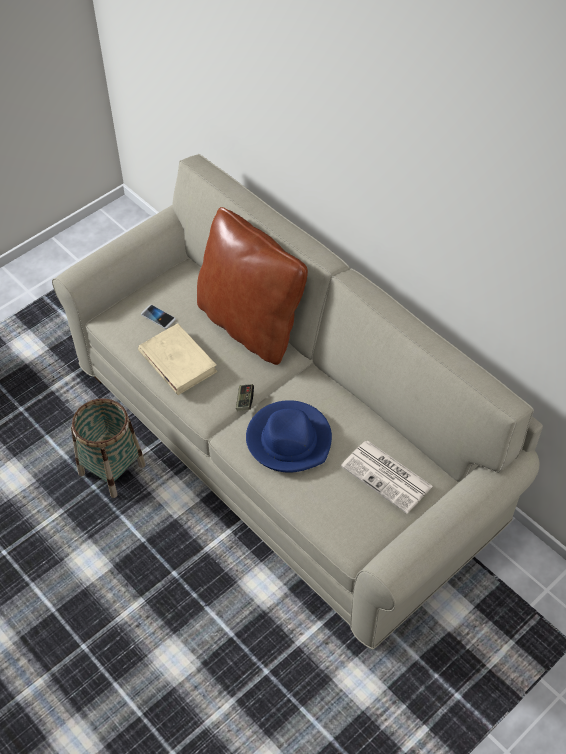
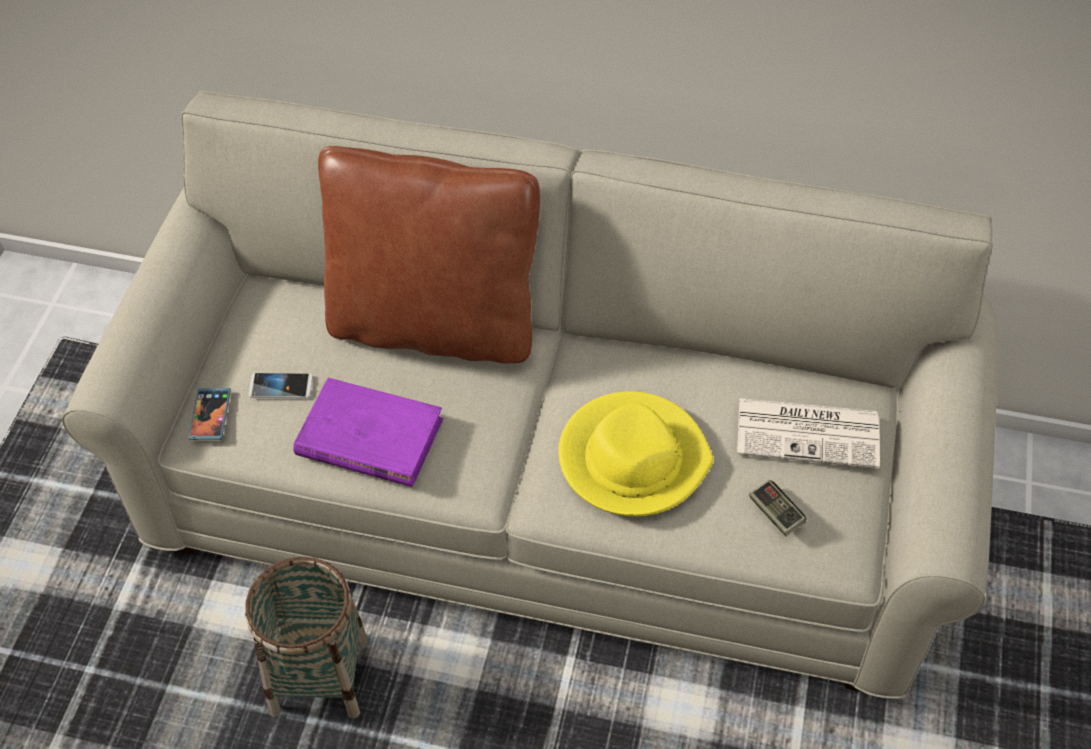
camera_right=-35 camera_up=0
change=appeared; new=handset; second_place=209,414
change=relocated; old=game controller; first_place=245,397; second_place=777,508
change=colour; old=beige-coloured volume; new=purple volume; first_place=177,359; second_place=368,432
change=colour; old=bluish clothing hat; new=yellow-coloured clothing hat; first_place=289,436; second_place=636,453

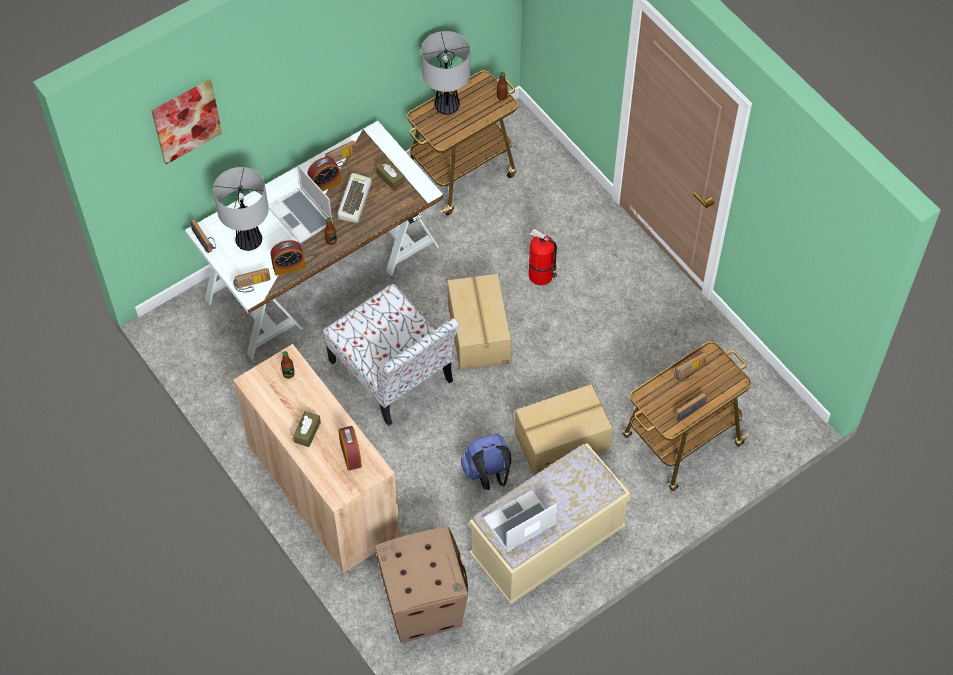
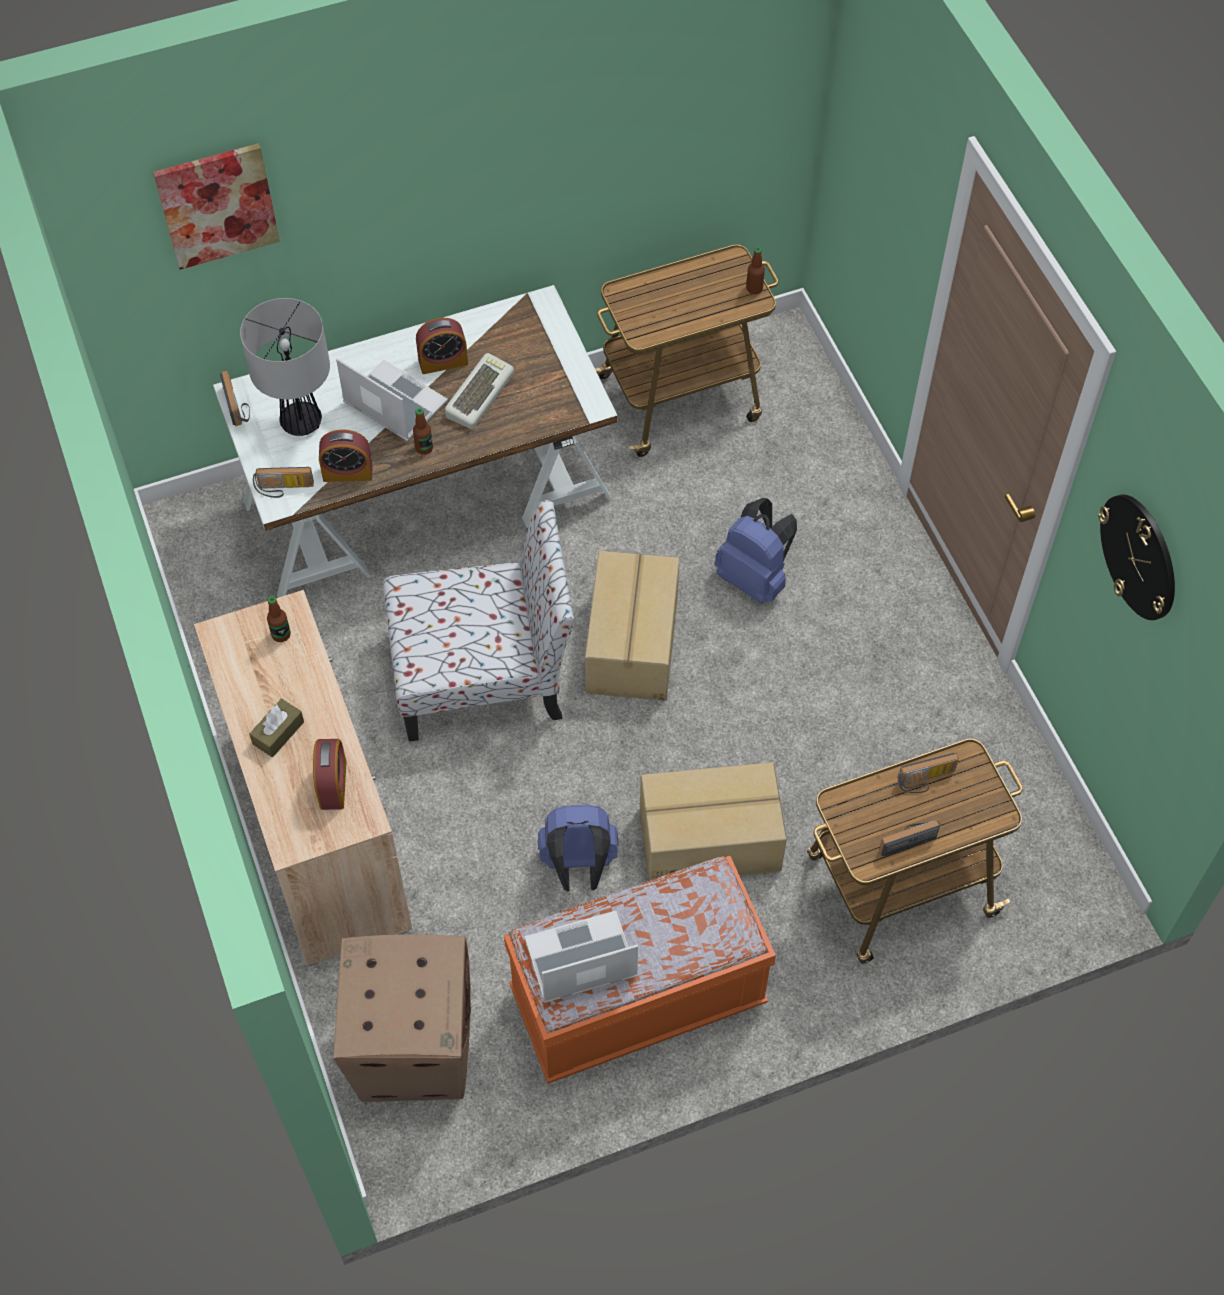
camera_right=15 camera_up=0
change=missing; old=radio; first_place=340,154
change=missing; old=brownish box of tissues; first_place=390,174
change=missing; old=table lamp; first_place=446,73
change=appeared; new=wall clock; second_place=1136,557
change=exchanged; old=extinguisher; new=bluish knapsack; first_place=543,257; second_place=756,551
change=colour; old=beige-coloured long seat; new=orangey long seat; first_place=550,523; second_place=640,970
change=spun; old=portable computer; first_place=301,204; second_place=392,399; degrees=150
change=spun; old=chair; first_place=390,355; second_place=479,620; degrees=-75

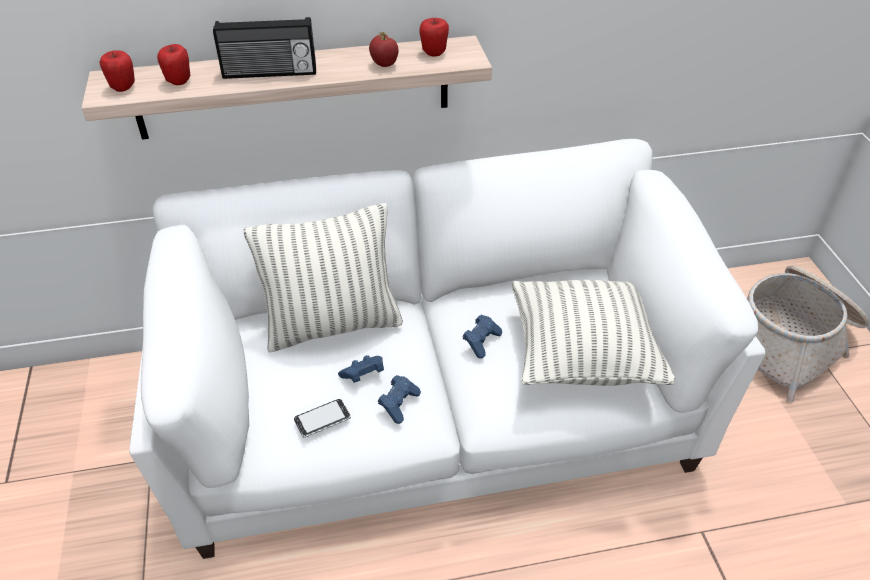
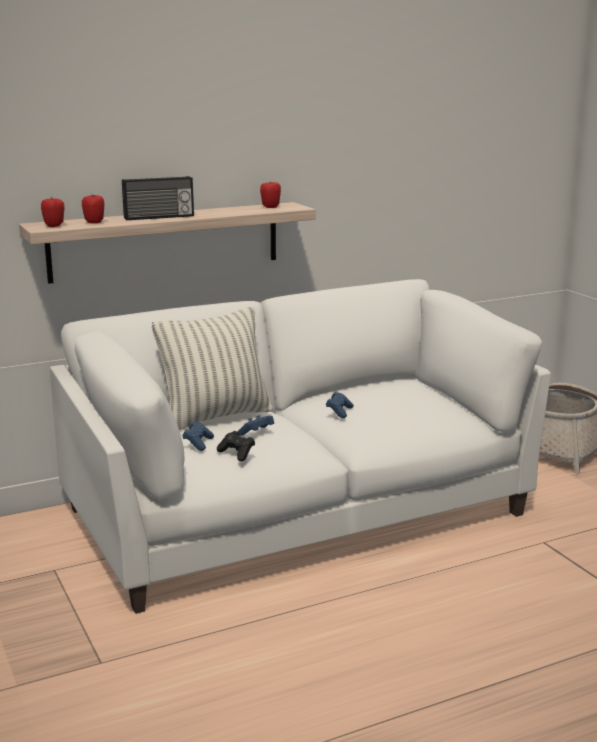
camera_right=-15 camera_up=-25
change=missing; old=whole apple; first_place=384,49
change=missing; old=cushion; first_place=593,333
change=relocated; old=bluish game controller; first_place=399,399; second_place=198,436
change=exchanged; old=handset; new=black-coloured game controller; first_place=322,418; second_place=236,446

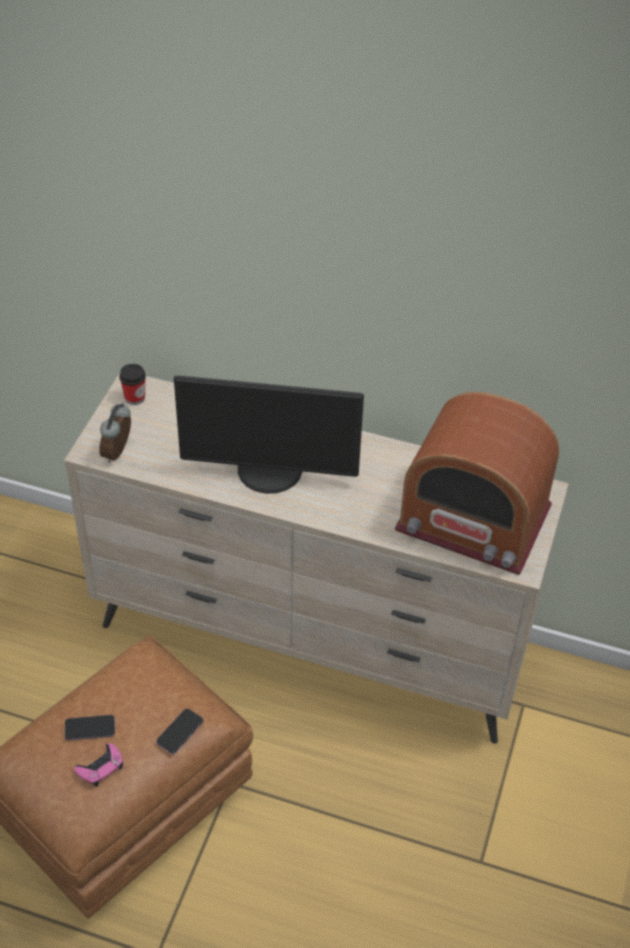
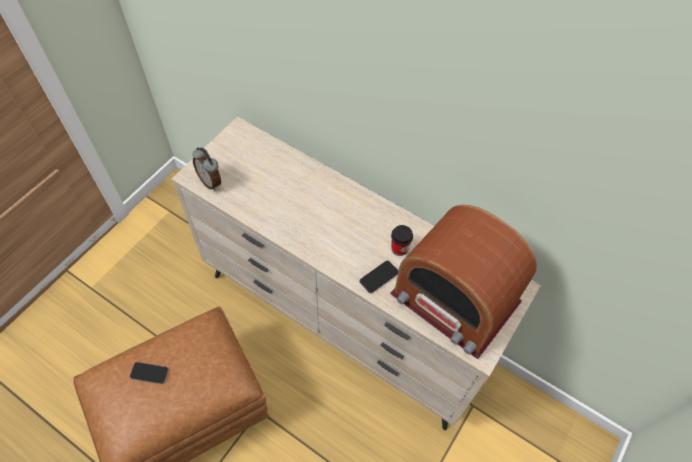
camera_right=15 camera_up=10
change=missing; old=pink game controller; first_place=98,765
change=missing; old=monitor; first_place=269,435
change=relocated; old=small cup; first_place=132,384; second_place=402,240
change=relocated; old=handset; first_place=179,731; second_place=379,277
change=spun; old=table clock; first_place=115,433; second_place=206,168; degrees=-75

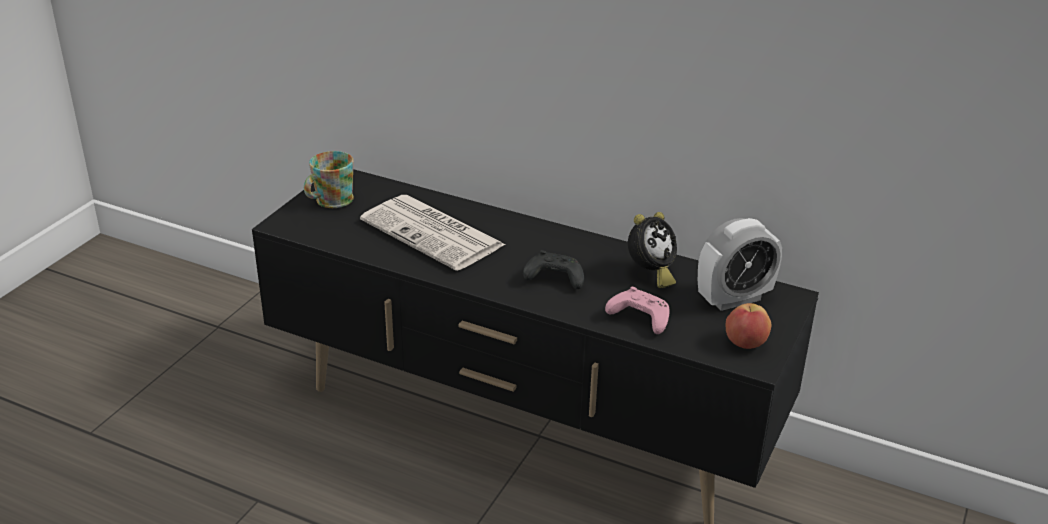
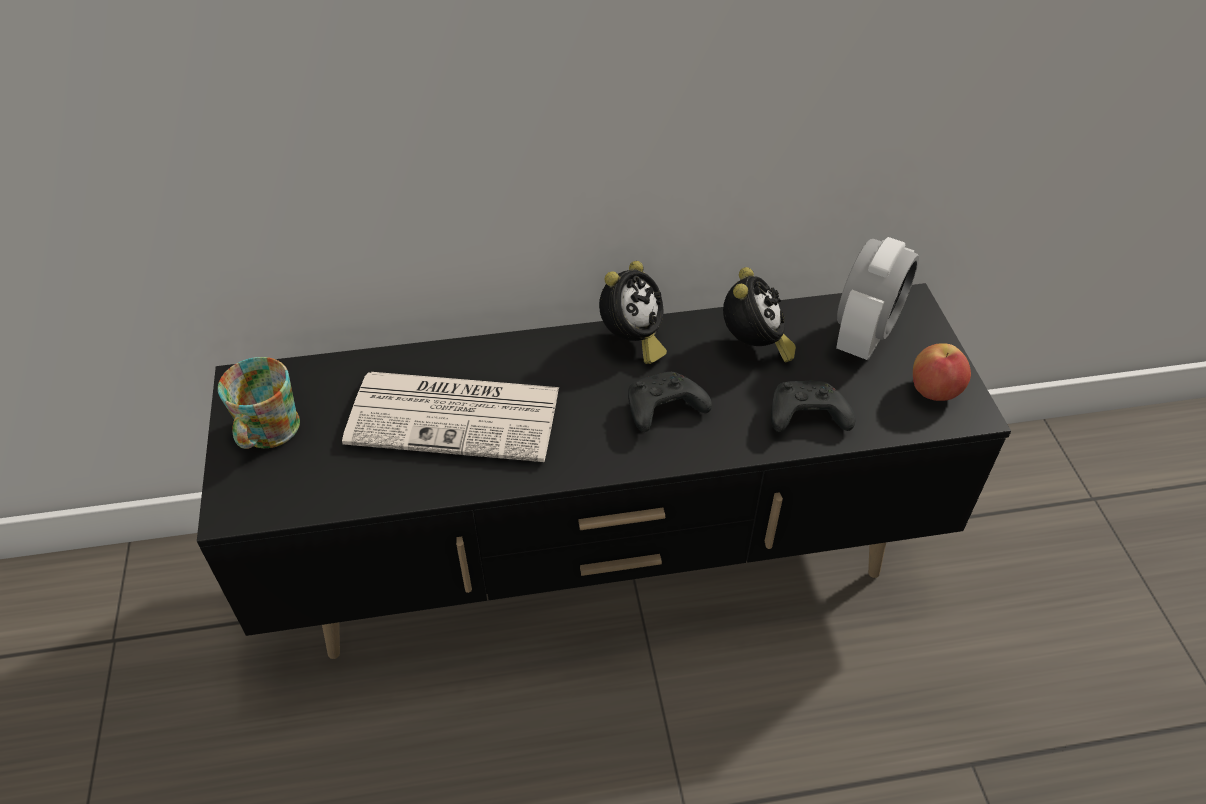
camera_right=-35 camera_up=15
change=appeared; new=table clock; second_place=633,312
change=colour; old=pink game controller; new=black-coloured game controller; first_place=637,310; second_place=813,406

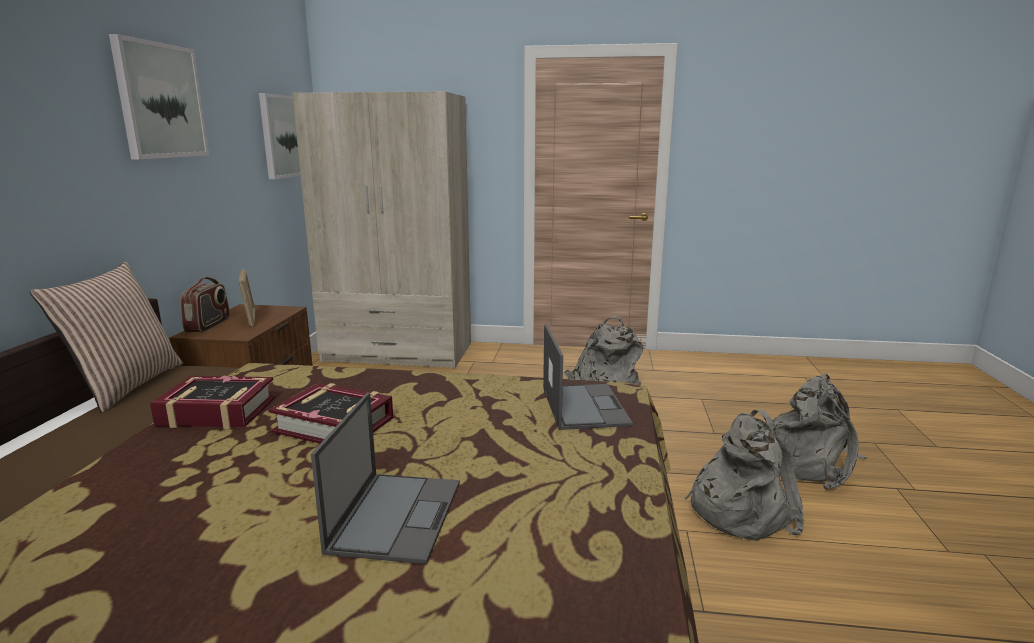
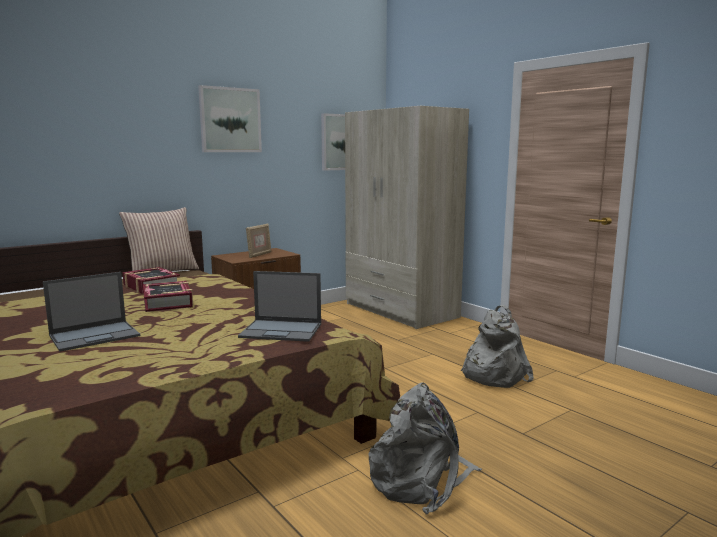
camera_right=45 camera_up=-5
change=missing; old=radio; first_place=205,304
change=missing; old=gray knapsack; first_place=820,431
change=spun; old=portable computer; first_place=588,377; second_place=279,306; degrees=60

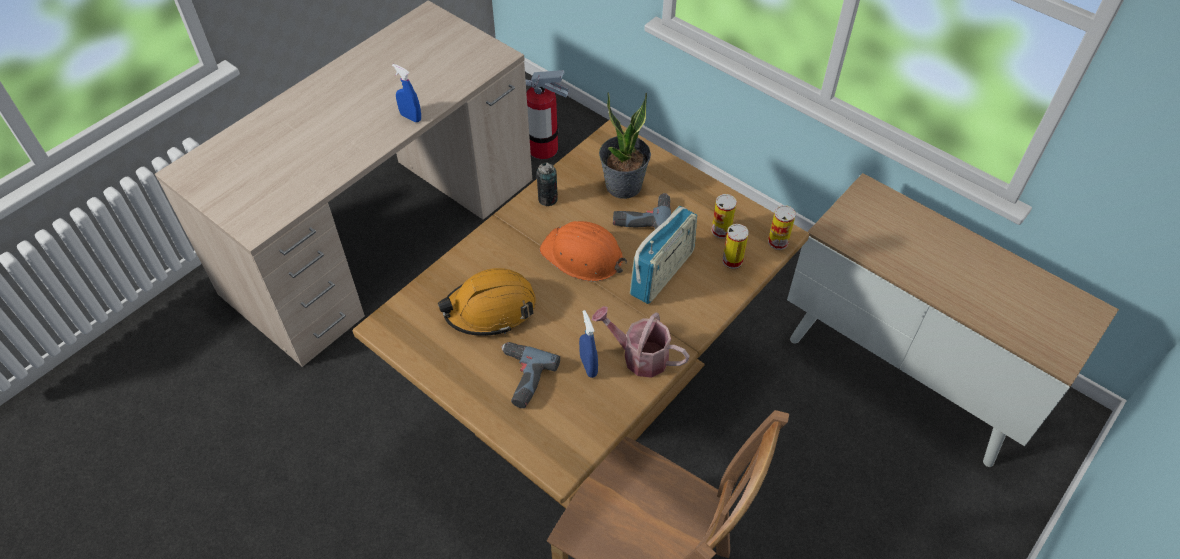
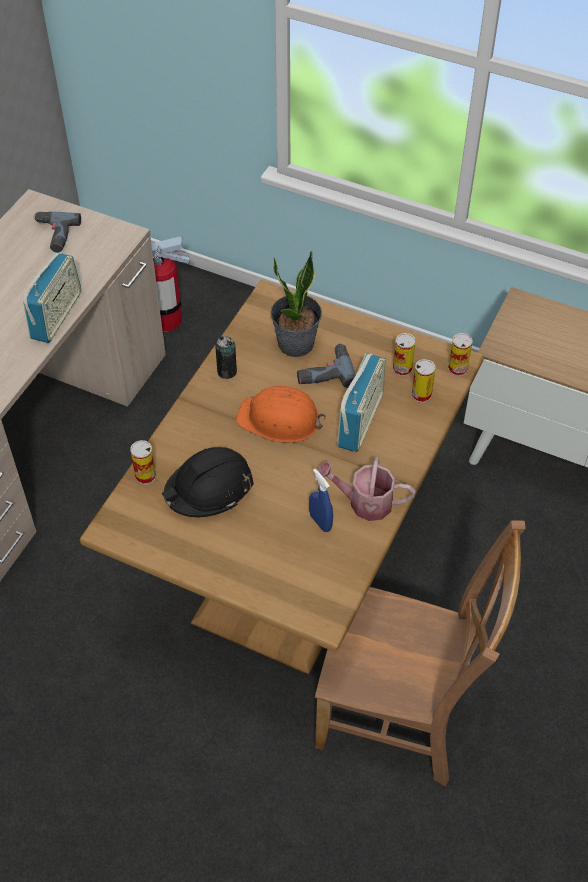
camera_right=-15 camera_up=0
change=appeared; new=metal can; second_place=143,462
change=relocated; old=power drill; first_place=530,375; second_place=57,232
change=exchanged; old=bluish spray bottle; new=radio; first_place=406,93; second_place=52,297
change=colour; old=orangey safety helmet; new=black-coloured safety helmet; first_place=487,302; second_place=208,482

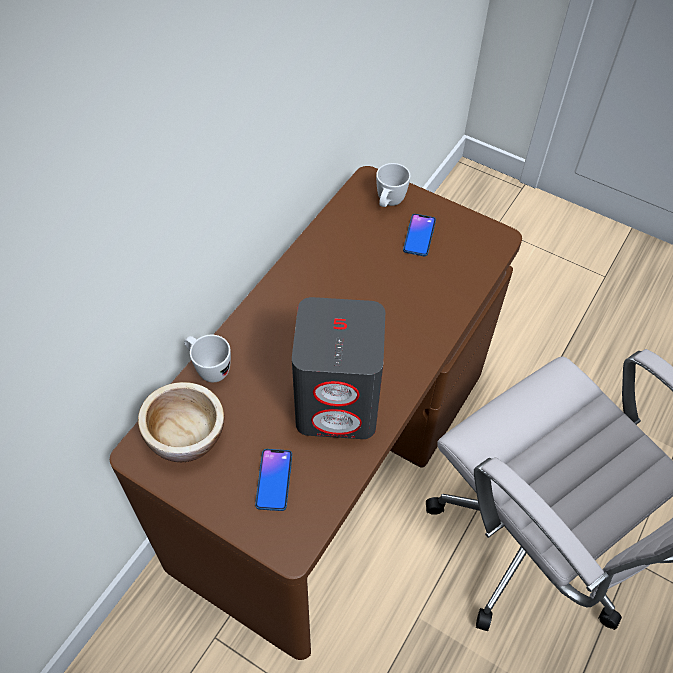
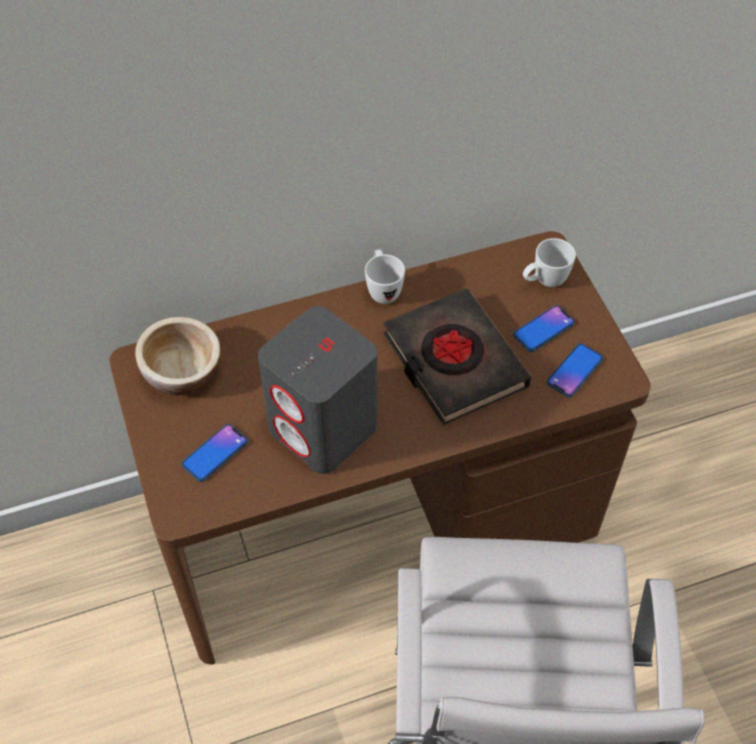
camera_right=40 camera_up=0
change=appeared; new=black-coloured volume; second_place=457,356
change=appeared; new=handset; second_place=575,370
change=relocated; old=white-coloured mug; first_place=207,358; second_place=385,276

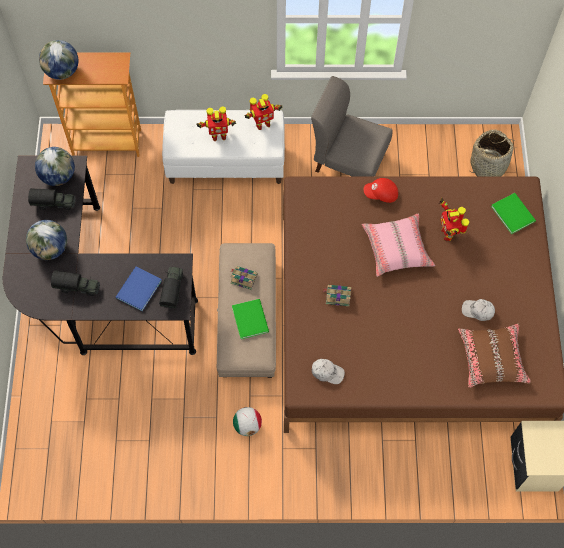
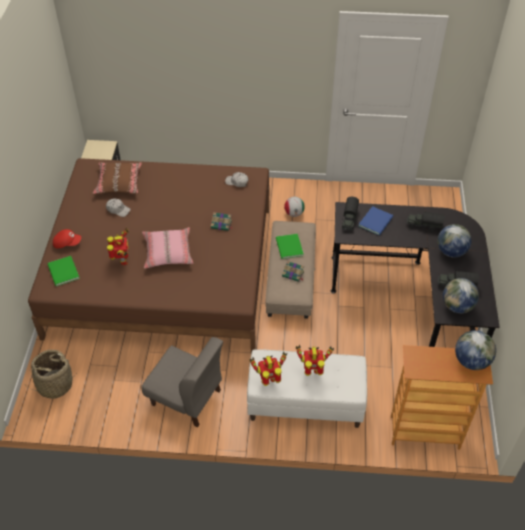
camera_right=-175 camera_up=-15
change=relocated; old=red-coloured cap; first_place=381,190; second_place=67,238

